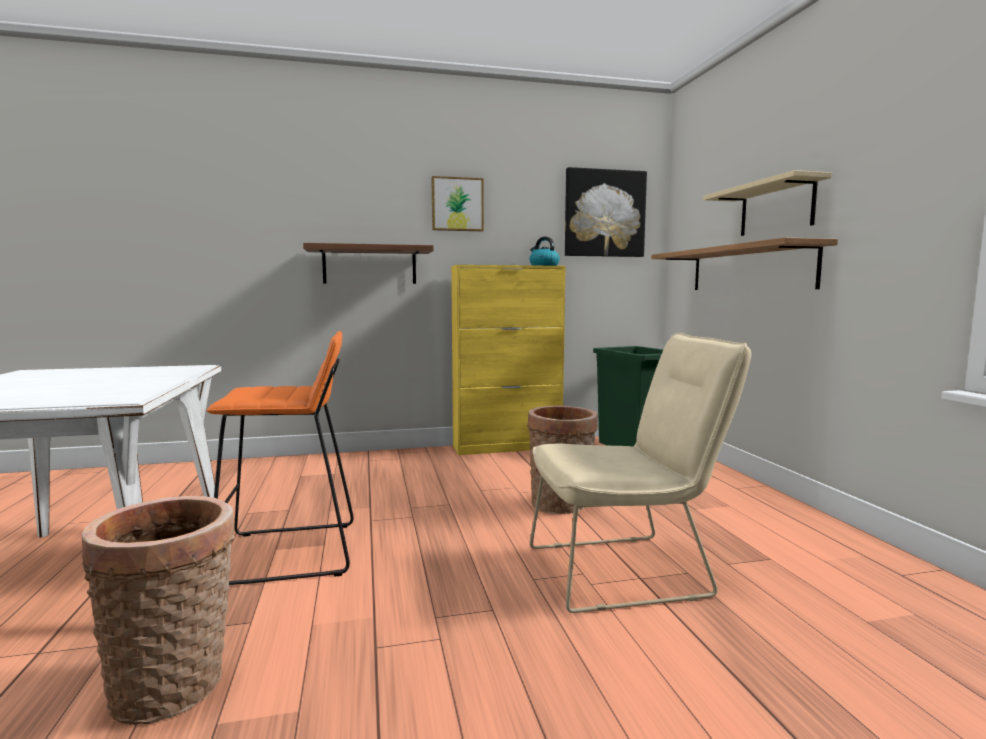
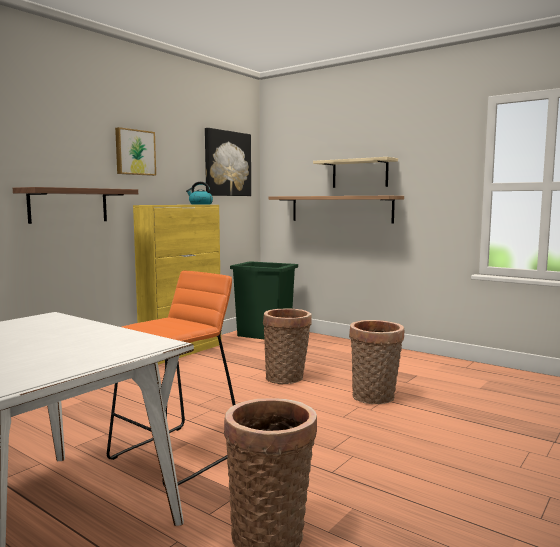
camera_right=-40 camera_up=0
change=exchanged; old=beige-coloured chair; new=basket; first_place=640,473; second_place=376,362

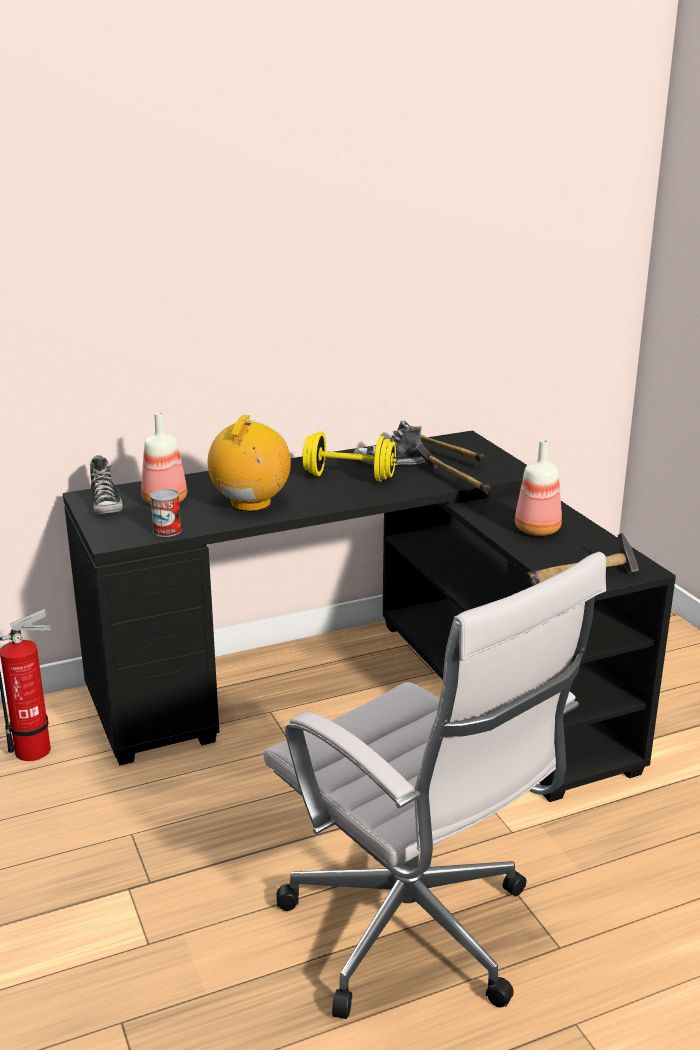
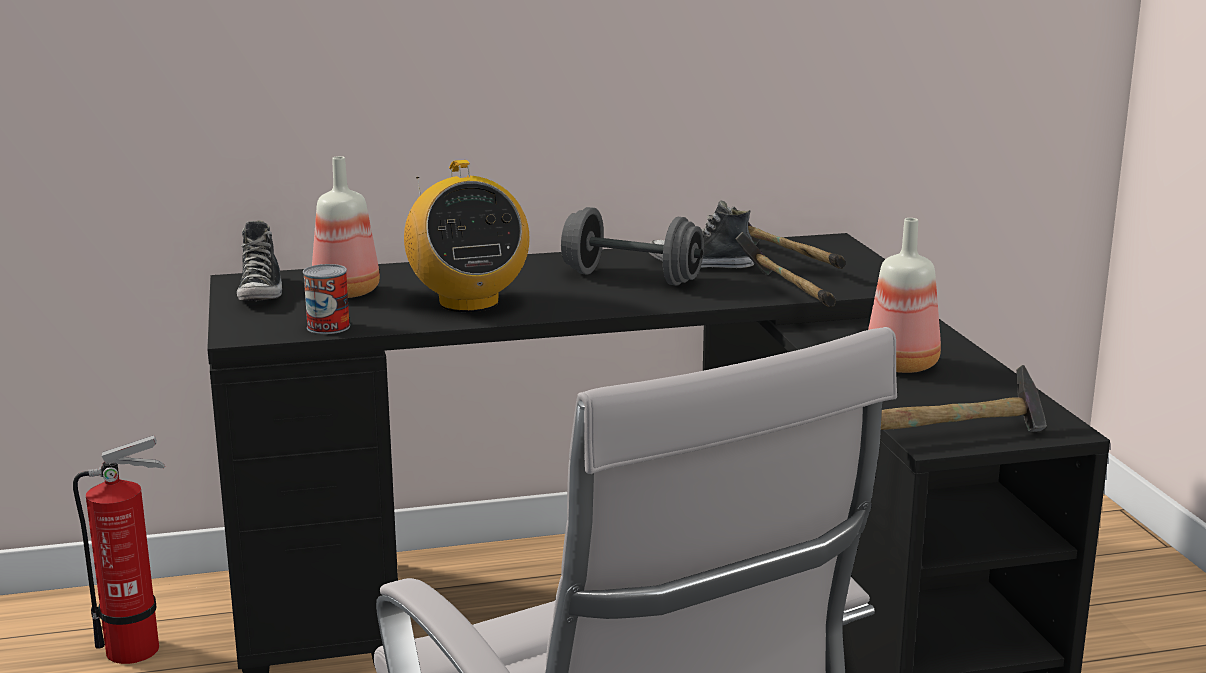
camera_right=10 camera_up=-5
change=colour; old=yellow-coloured free weight; new=gray free weight; first_place=350,456; second_place=632,246
change=spun; old=radio; first_place=249,463; second_place=466,236; degrees=135

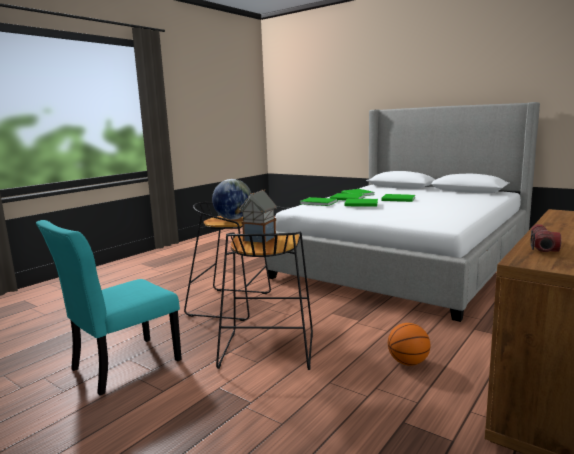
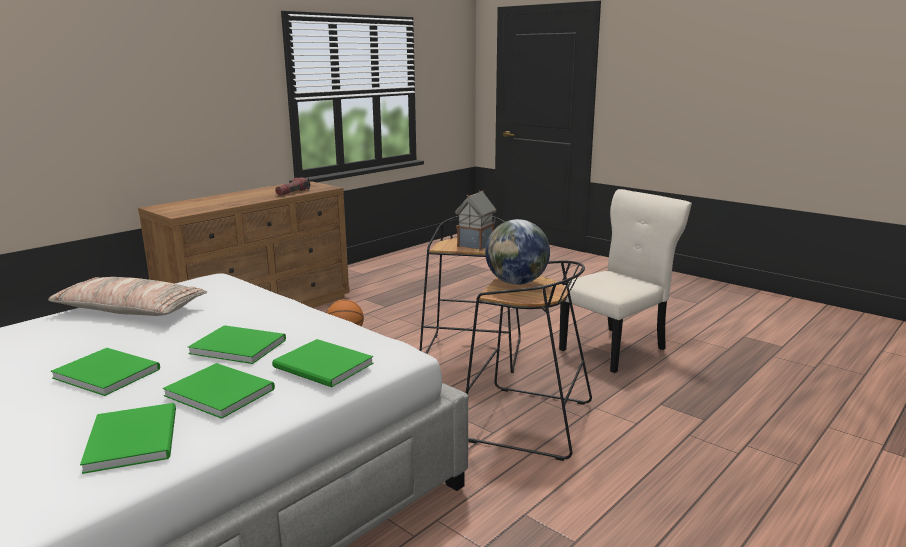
camera_right=-175 camera_up=5
change=appeared; new=cushion; second_place=127,296
change=colour; old=turquoise-coloured chair; new=beige-coloured chair; first_place=109,308; second_place=625,281

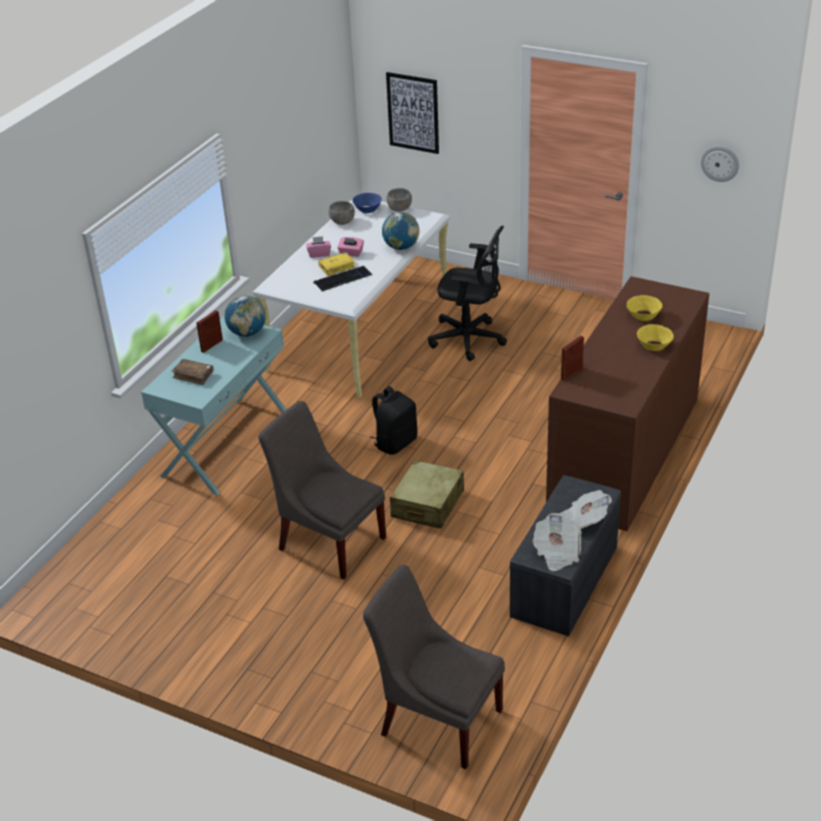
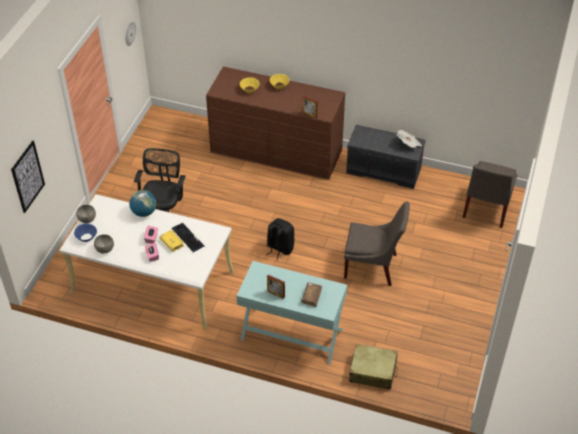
camera_right=-100 camera_up=10
change=missing; old=globe; first_place=245,316
change=missing; old=daily paper; first_place=585,509
change=relocated; old=beige-coloured piece of luggage; first_place=427,494; second_place=373,366
change=spun; old=gray chair; first_place=322,490; second_place=377,244; degrees=-105

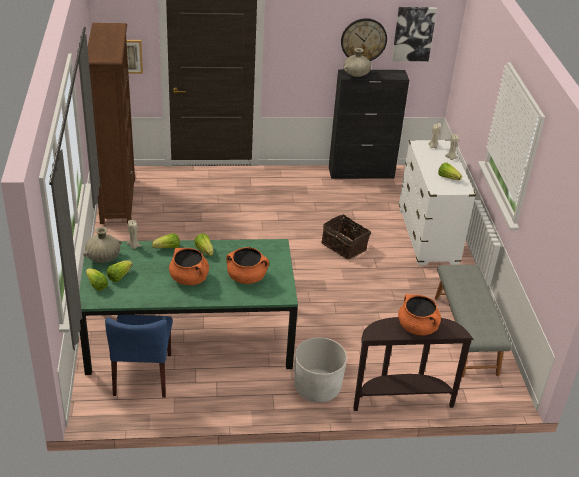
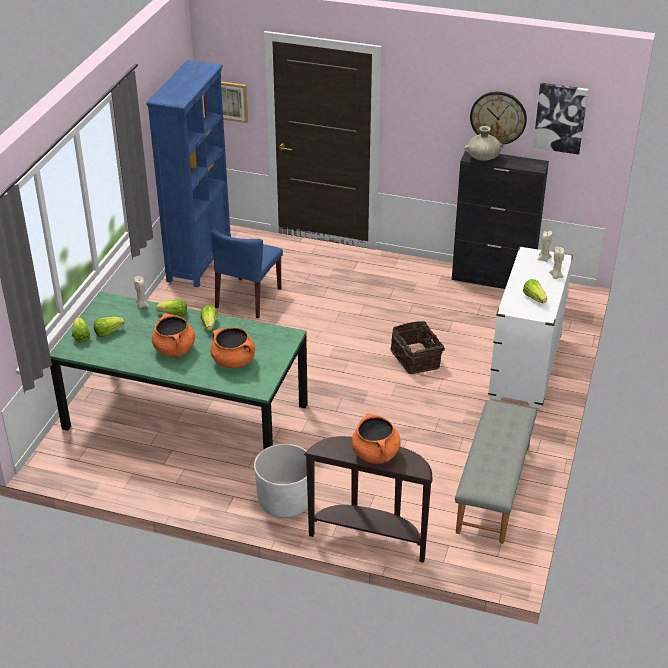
camera_right=25 camera_up=0
change=missing; old=beige-coloured flower vase; first_place=102,245
change=relocated; old=bluish chair; first_place=139,356; second_place=247,274
change=colour; old=brownish bookcase; new=bluish bookcase; first_place=111,123; second_place=188,174

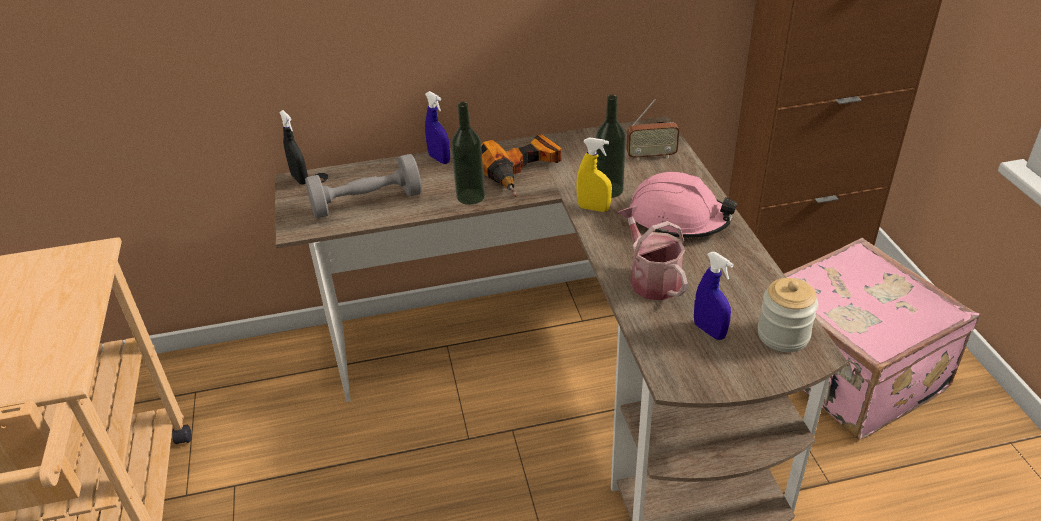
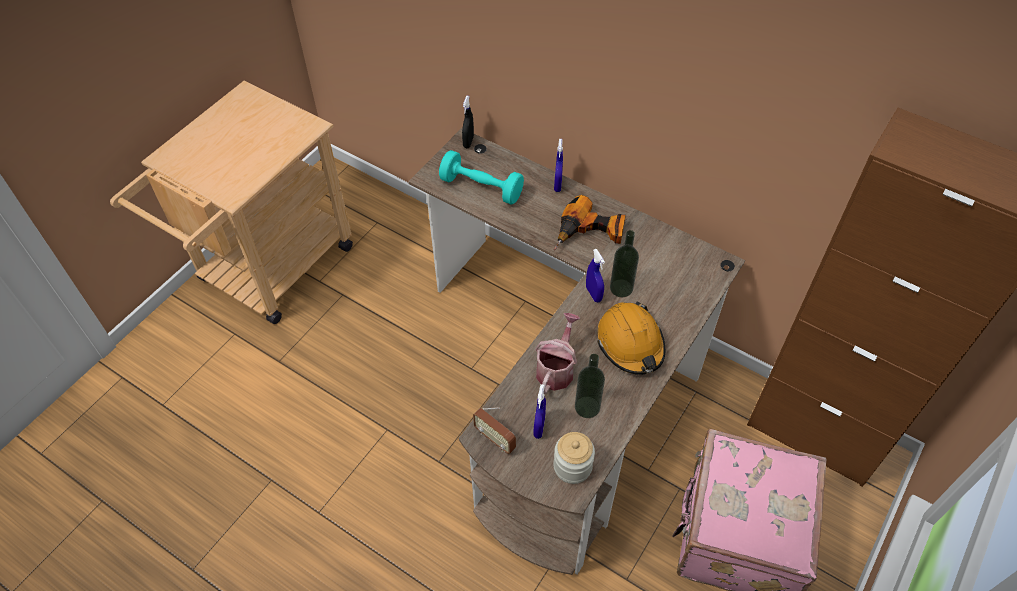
camera_right=45 camera_up=15
change=relocated; old=bottle; first_place=468,153; second_place=590,386
change=relocated; old=radio; first_place=653,130; second_place=494,430
change=colour; old=gray free weight; new=turquoise-coloured free weight; first_place=363,186; second_place=481,177
change=colour; old=yellow-coloured spray bottle; new=bluish spray bottle; first_place=594,174; second_place=595,275
change=colour; old=pink safety helmet; new=orangey safety helmet; first_place=683,205; second_place=631,338

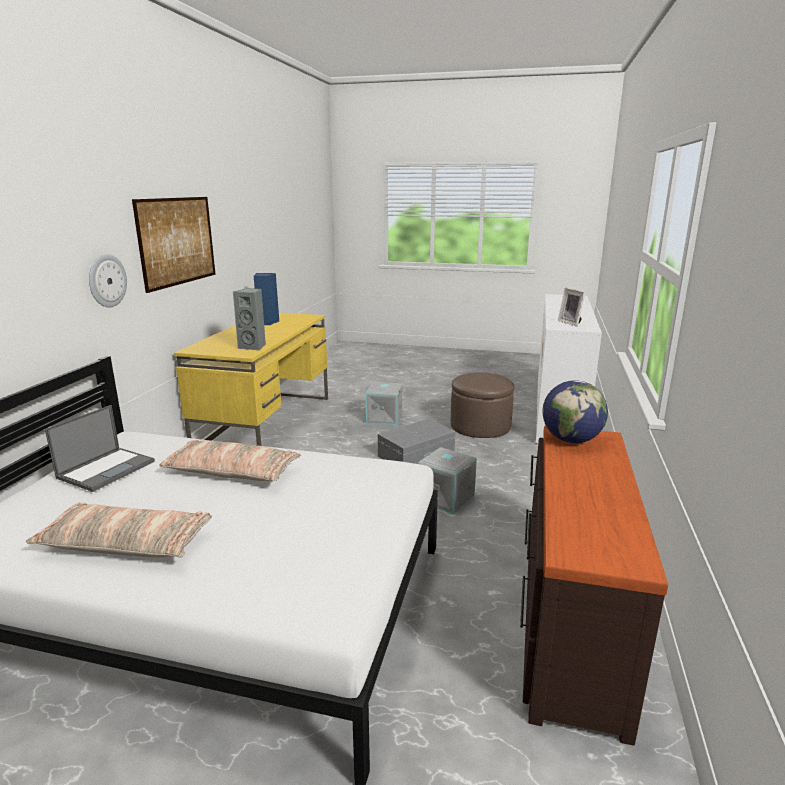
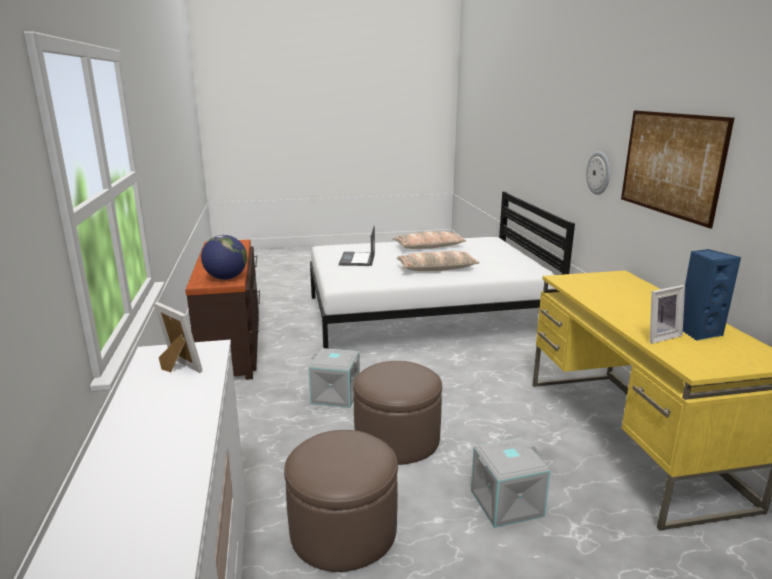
camera_right=155 camera_up=0
change=missing; old=gray audio speaker; first_place=249,319
change=appeared; new=photo frame; second_place=667,314
change=relocated; old=portable computer; first_place=100,448; second_place=357,245
change=exchanged; old=gray storage bin; new=brownish ottoman; first_place=416,441; second_place=397,413

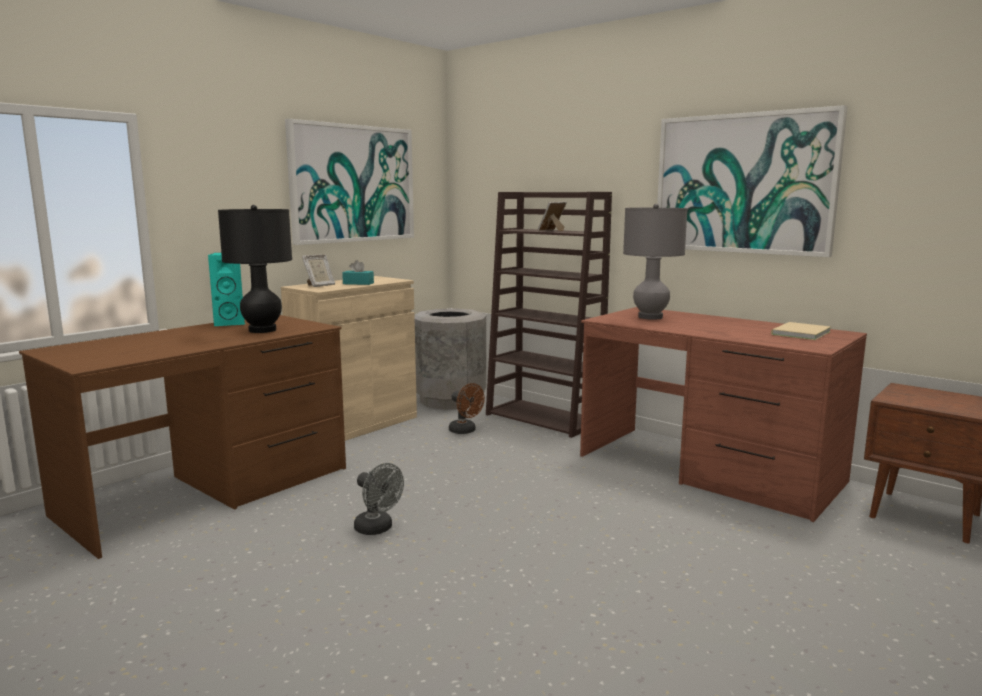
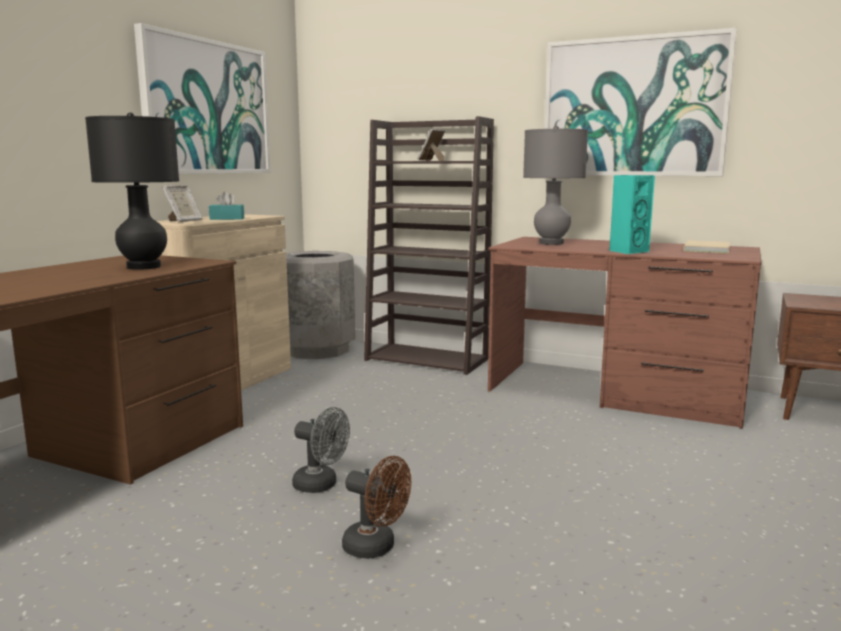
camera_right=-15 camera_up=0
change=relocated; old=turquoise-coloured audio speaker; first_place=226,289; second_place=632,214
change=relocated; old=brownish cooling fan; first_place=467,408; second_place=376,507

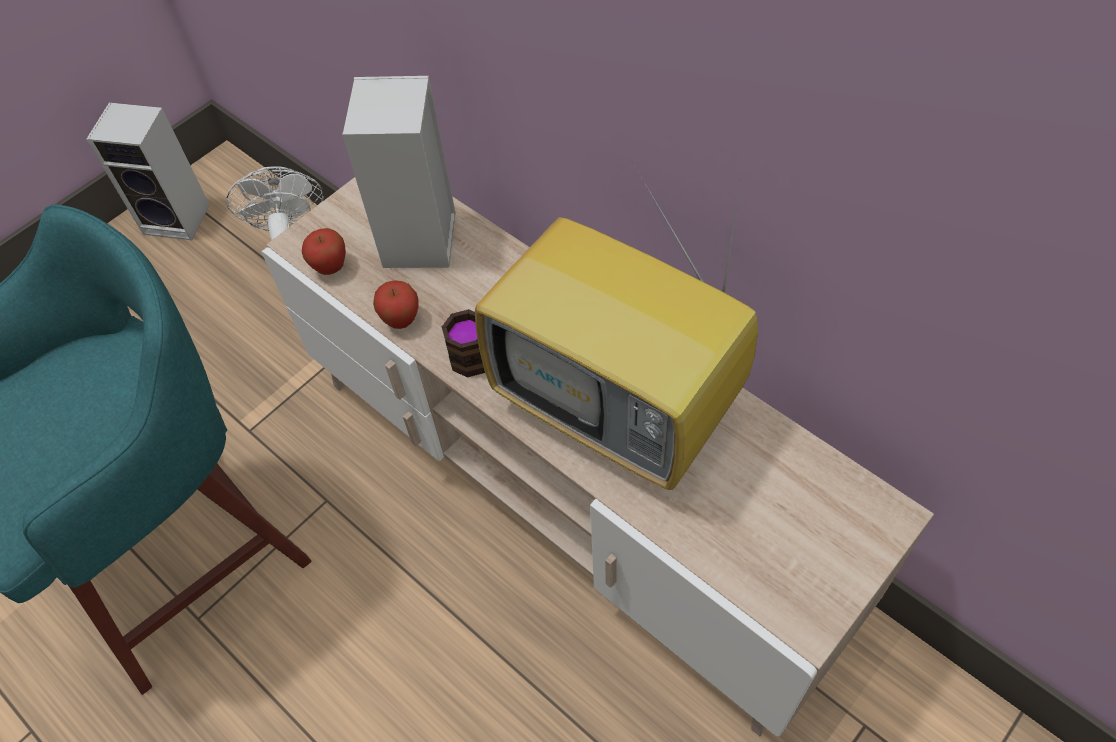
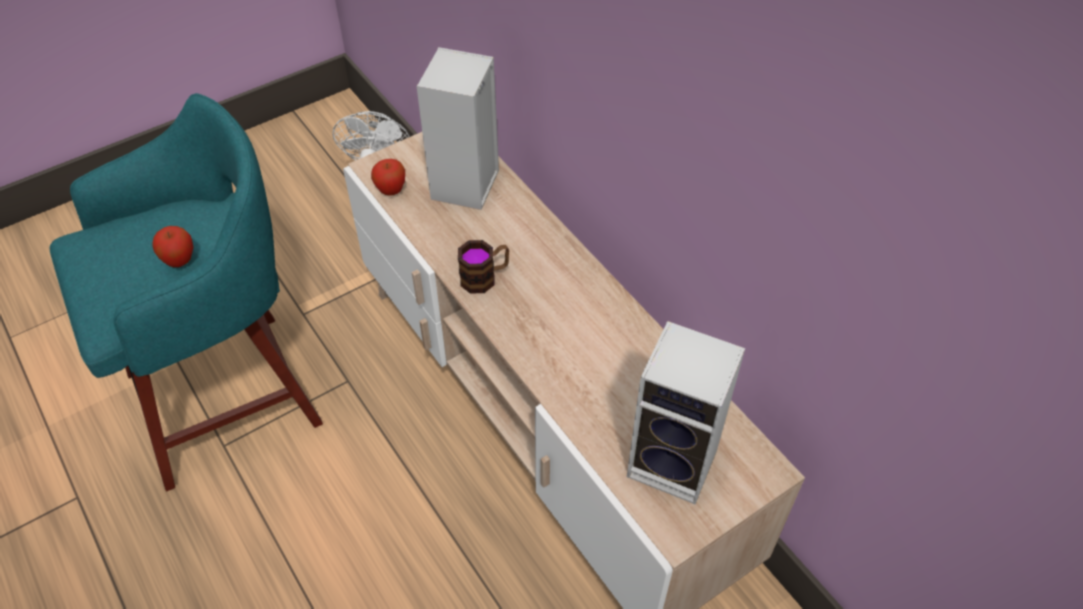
camera_right=10 camera_up=-5
change=missing; old=television; first_place=616,325
change=relocated; old=audio speaker; first_place=148,171; second_place=686,413
change=relocated; old=whole apple; first_place=395,304; second_place=173,246

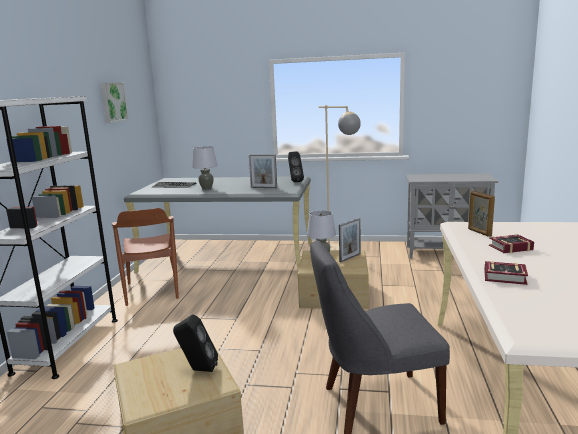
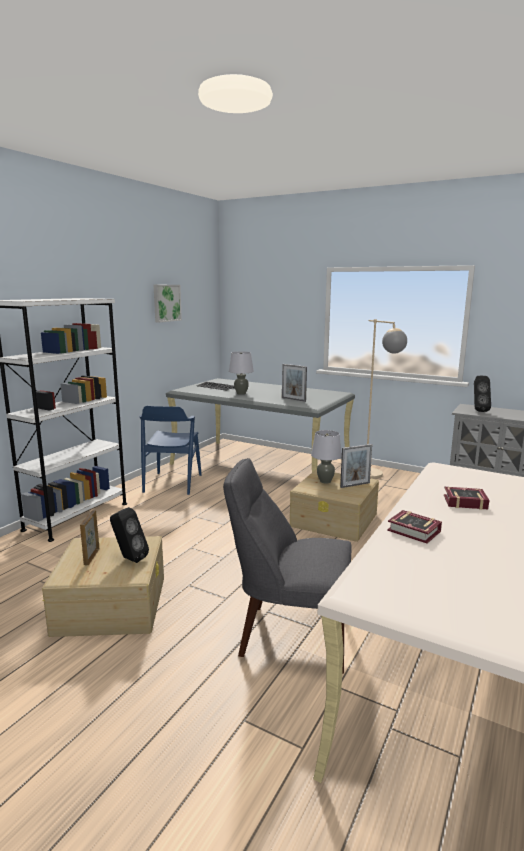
camera_right=20 camera_up=0
change=relocated; old=black-coloured audio speaker; first_place=296,167; second_place=482,394
change=relocated; old=photo frame; first_place=481,214; second_place=90,537
change=colour; old=brownish chair; new=bluish chair; first_place=145,257; second_place=170,450

